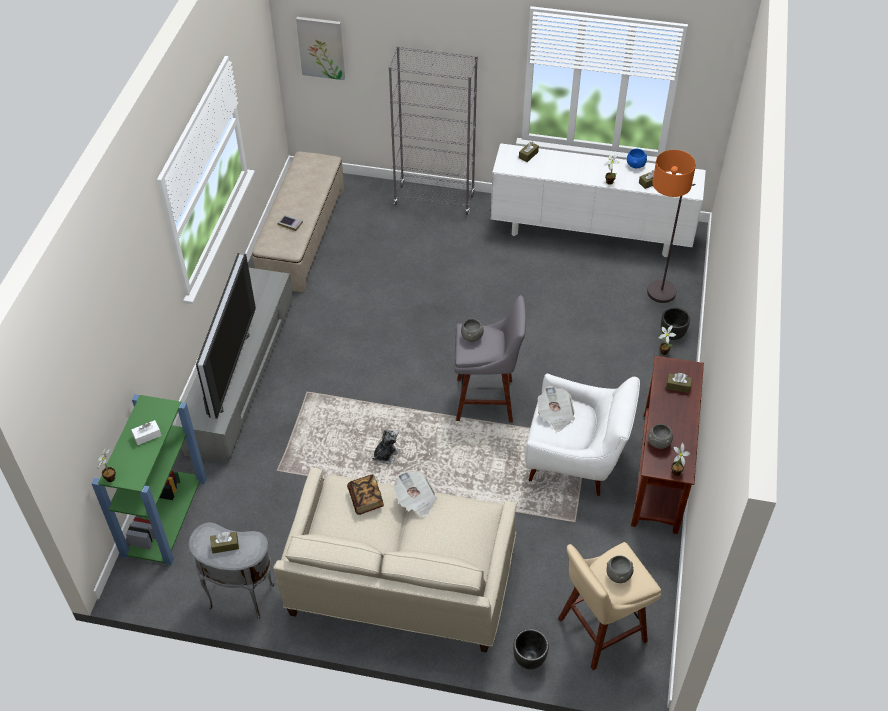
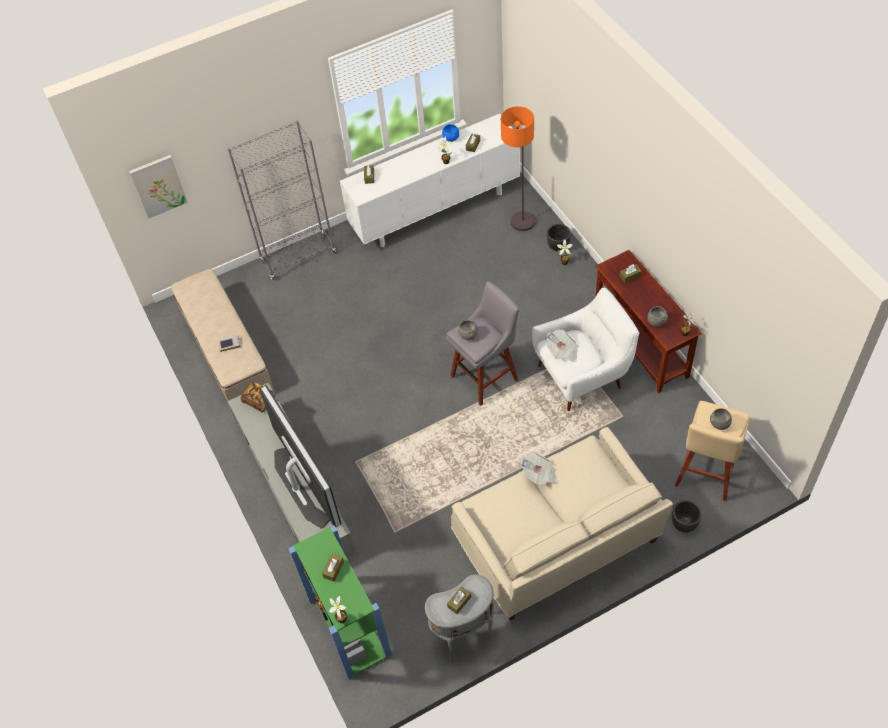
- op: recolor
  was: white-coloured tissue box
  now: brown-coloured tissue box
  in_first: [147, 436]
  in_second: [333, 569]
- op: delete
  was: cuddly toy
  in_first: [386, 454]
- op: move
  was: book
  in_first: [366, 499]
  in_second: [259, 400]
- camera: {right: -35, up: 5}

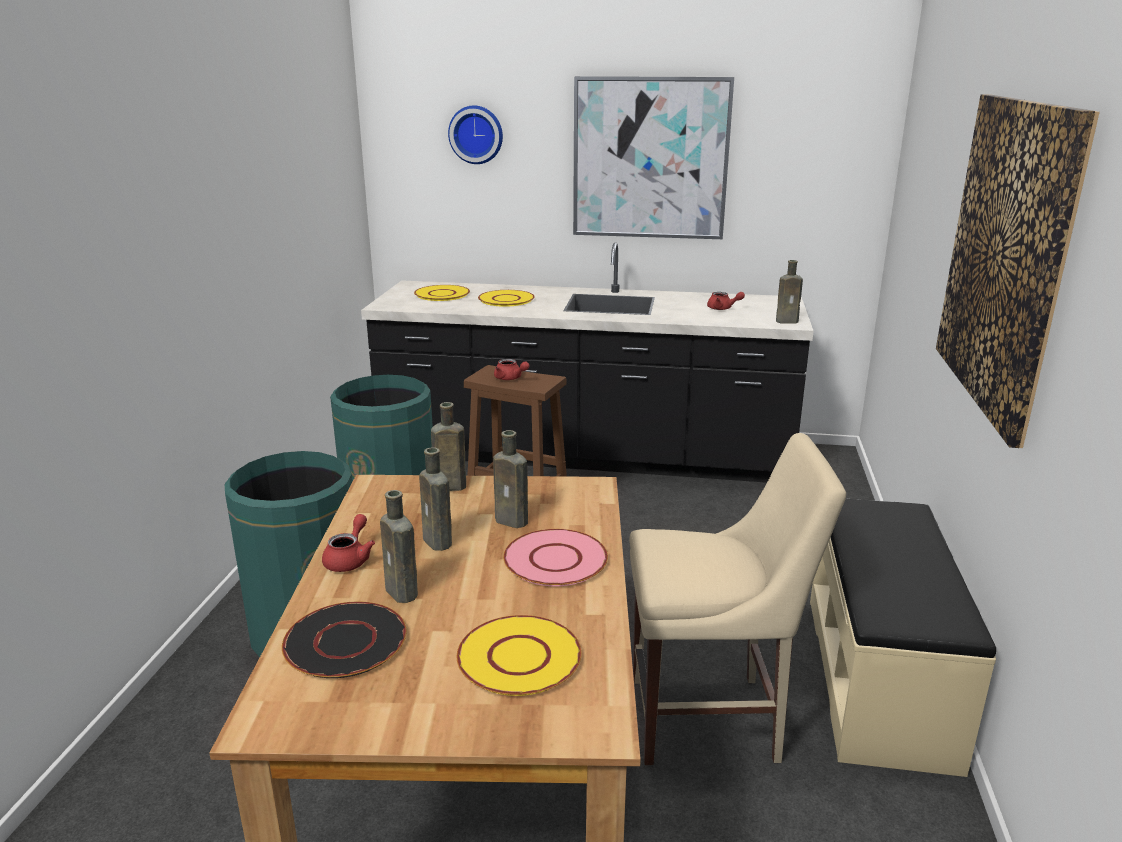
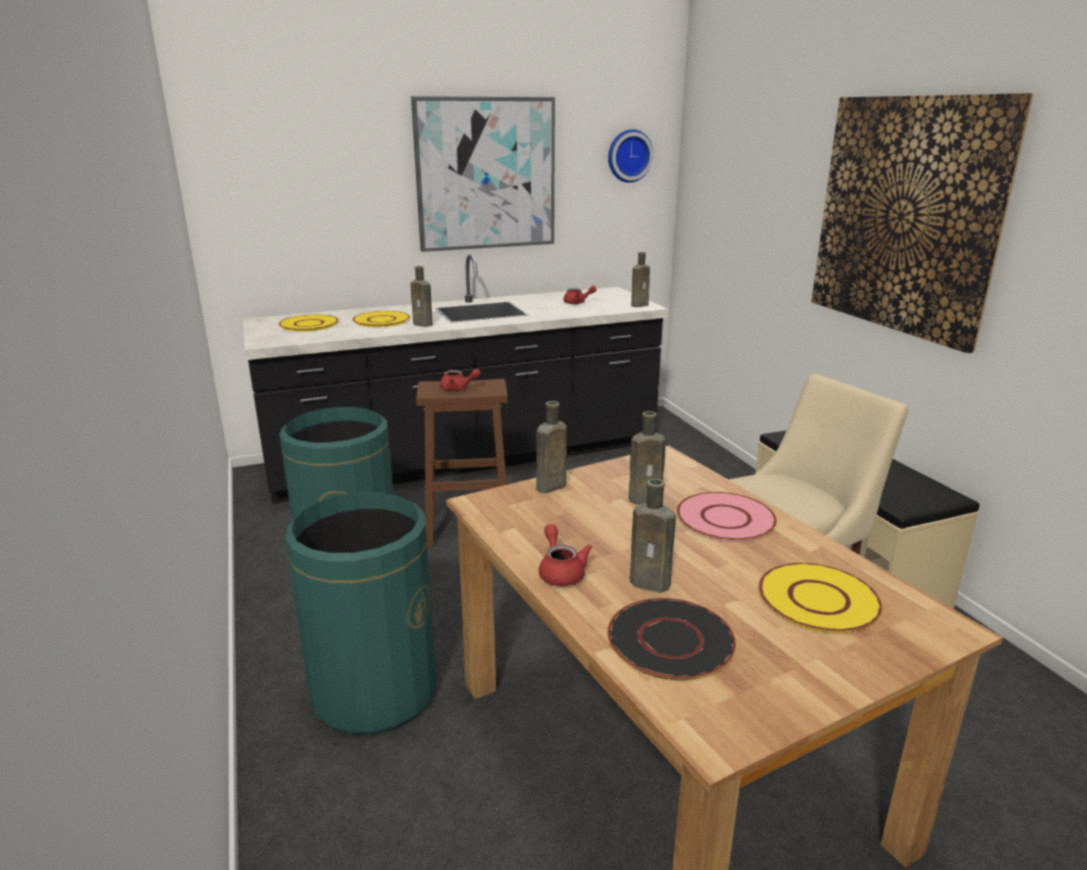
- op: move
  was: wall clock
  in_first: [476, 134]
  in_second: [628, 156]
- op: move
  was: brown-coloured bottle
  in_first: [438, 543]
  in_second: [424, 324]
- camera: {right: -30, up: 0}

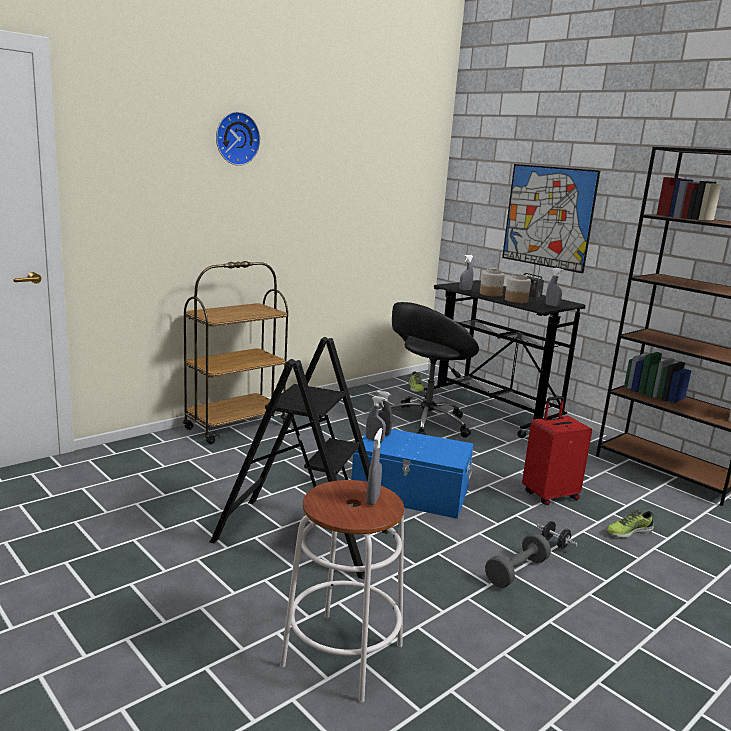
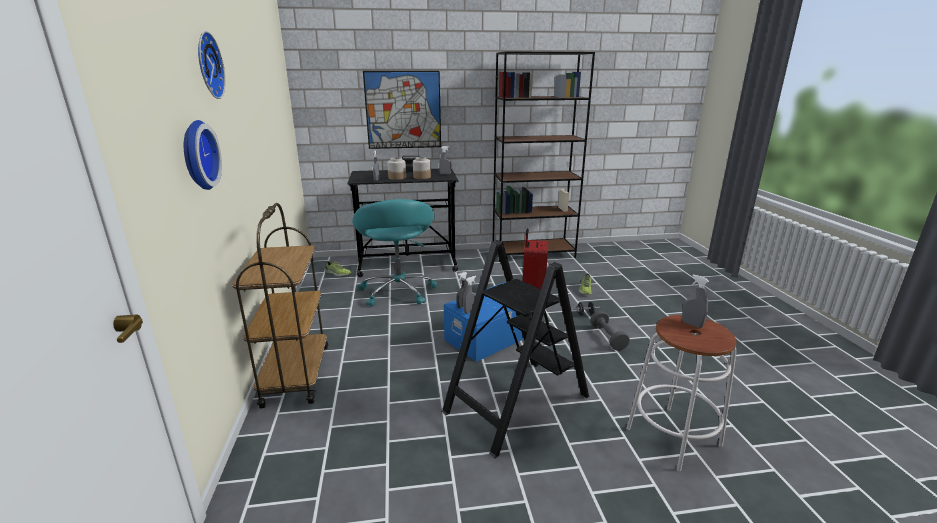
- op: recolor
  was: black-coloured office chair
  now: blue-green office chair
  in_first: [424, 424]
  in_second: [398, 293]
- op: insert
  now: wall clock
  in_second: [196, 155]
- camera: {right: -55, up: 5}

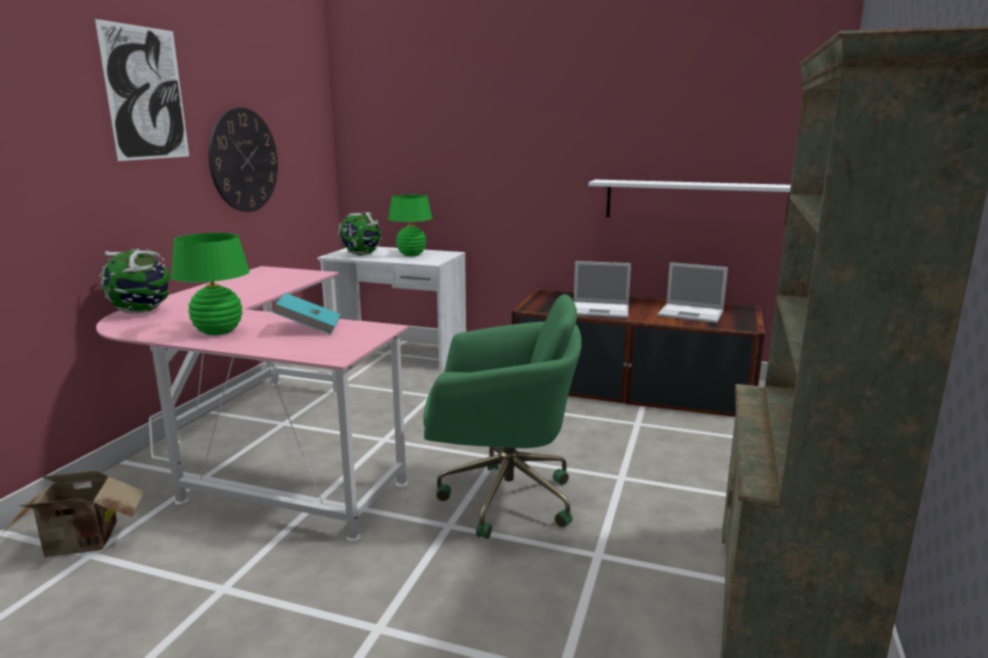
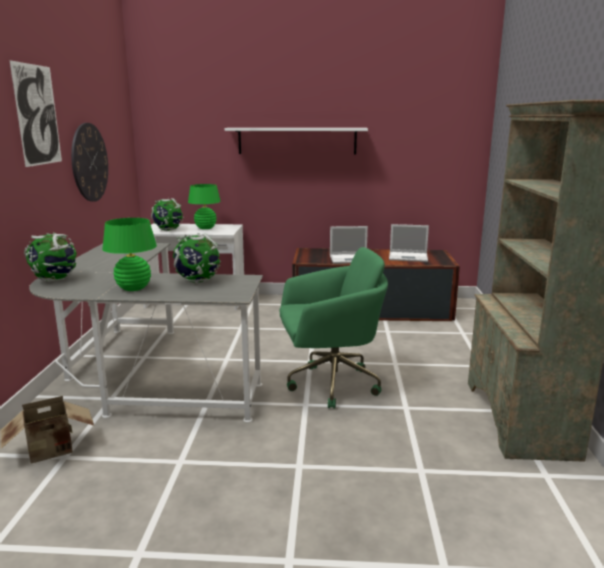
- op: move
  was: white-coloured bracket shelf
  in_first: [695, 201]
  in_second: [297, 141]
- op: recolor
  was: pink-coloured desk
  now: greyish desk
  in_first: [263, 452]
  in_second: [144, 377]
- op: replace
  was: blue-green book
  now: world globe
  in_first: [309, 328]
  in_second: [197, 281]
- camera: {right: -15, up: 0}

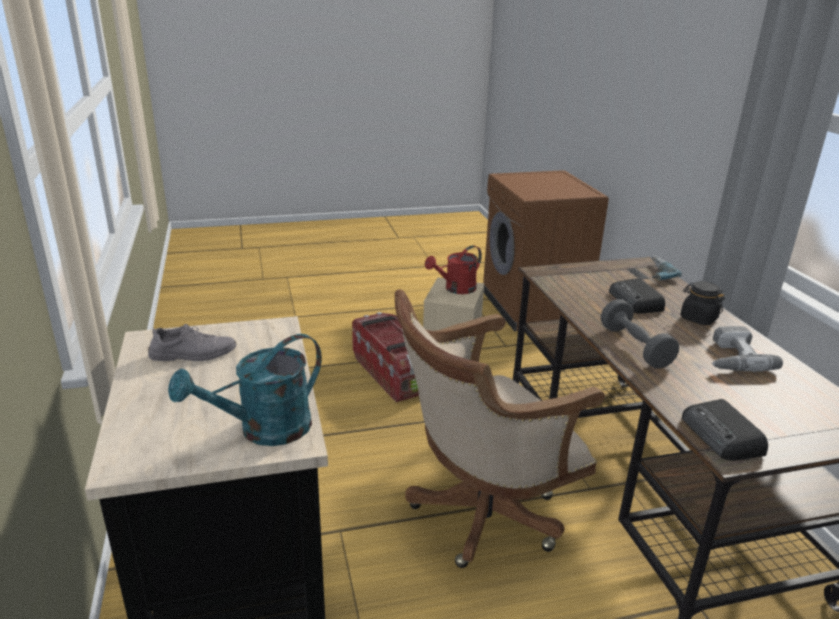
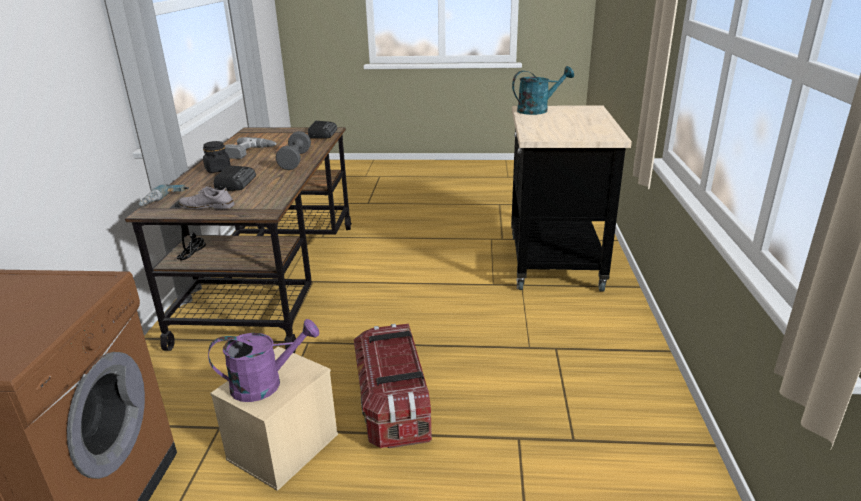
- op: recolor
  was: red watering pot
  now: purple-coloured watering pot
  in_first: [456, 289]
  in_second: [266, 384]
- op: delete
  was: office chair
  in_first: [479, 518]
- op: move
  was: greyish low shoe
  in_first: [193, 354]
  in_second: [207, 206]
- camera: {right: -160, up: 0}

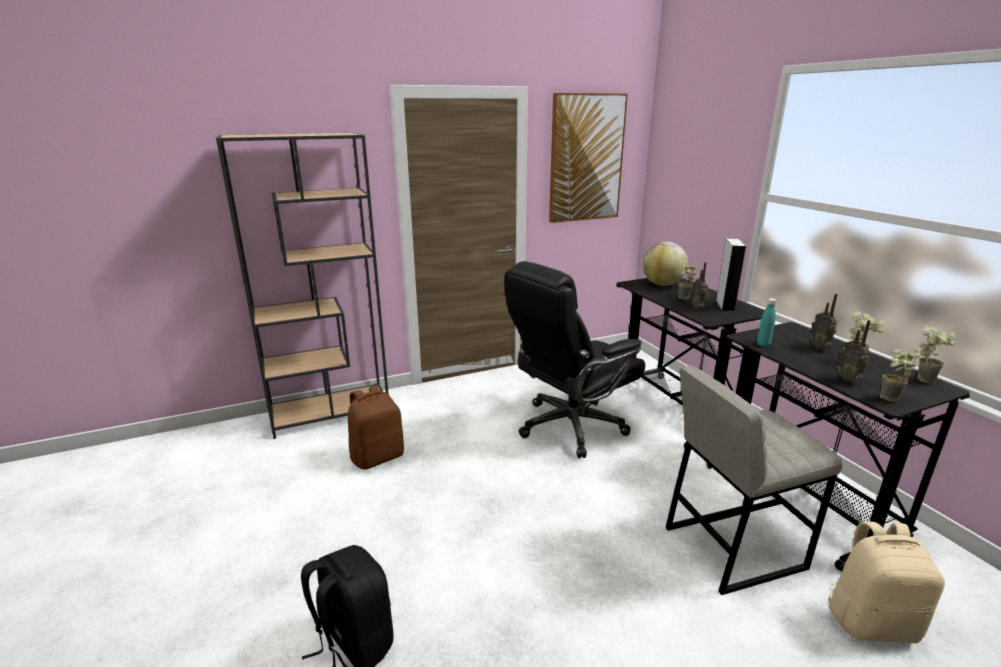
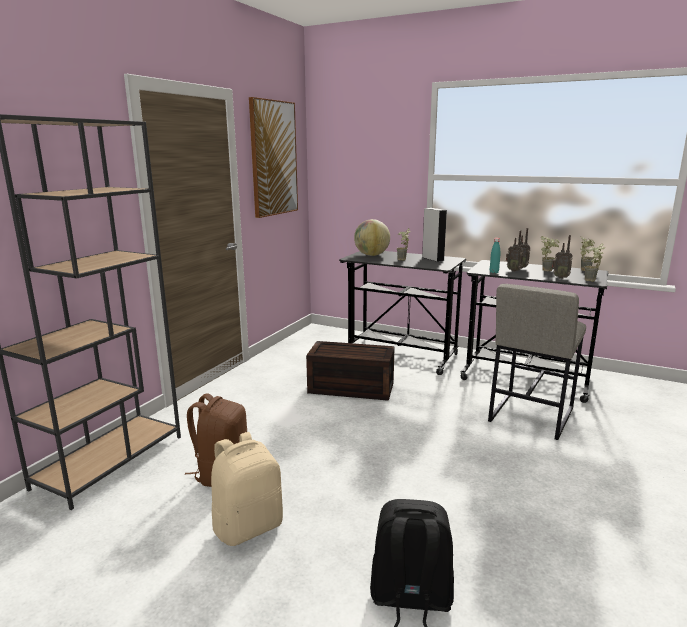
- op: replace
  was: black-coloured office chair
  now: brown-coloured storage container
  in_first: [571, 426]
  in_second: [349, 388]
- op: move
  was: radio set
  in_first: [698, 308]
  in_second: [513, 270]
- op: move
  was: sand-coloured rucksack
  in_first: [871, 621]
  in_second: [248, 526]
- camera: {right: -40, up: -5}

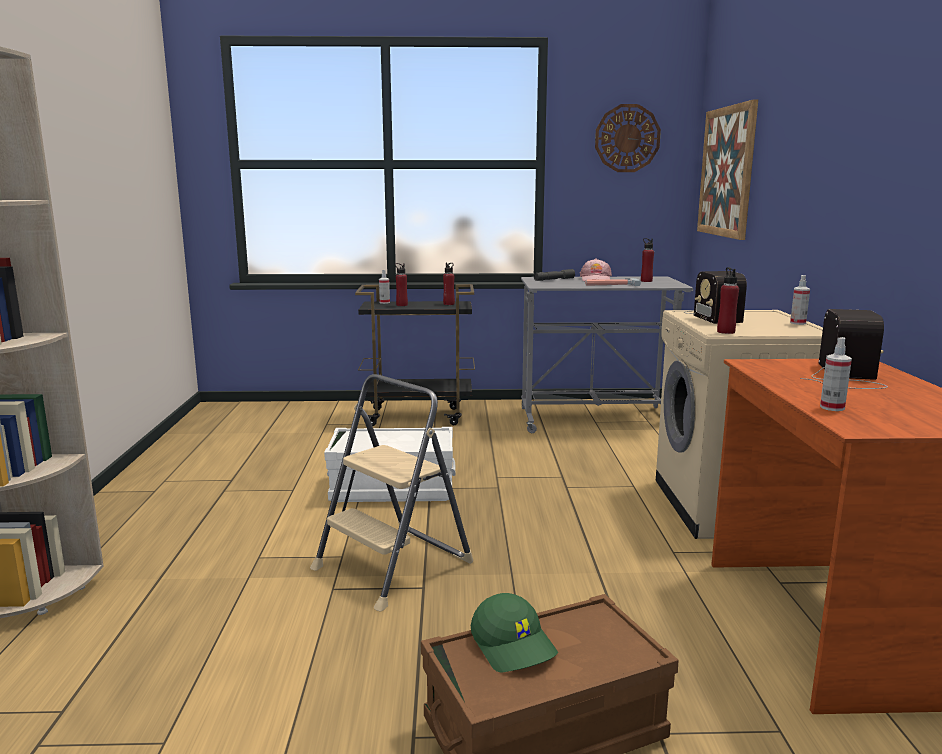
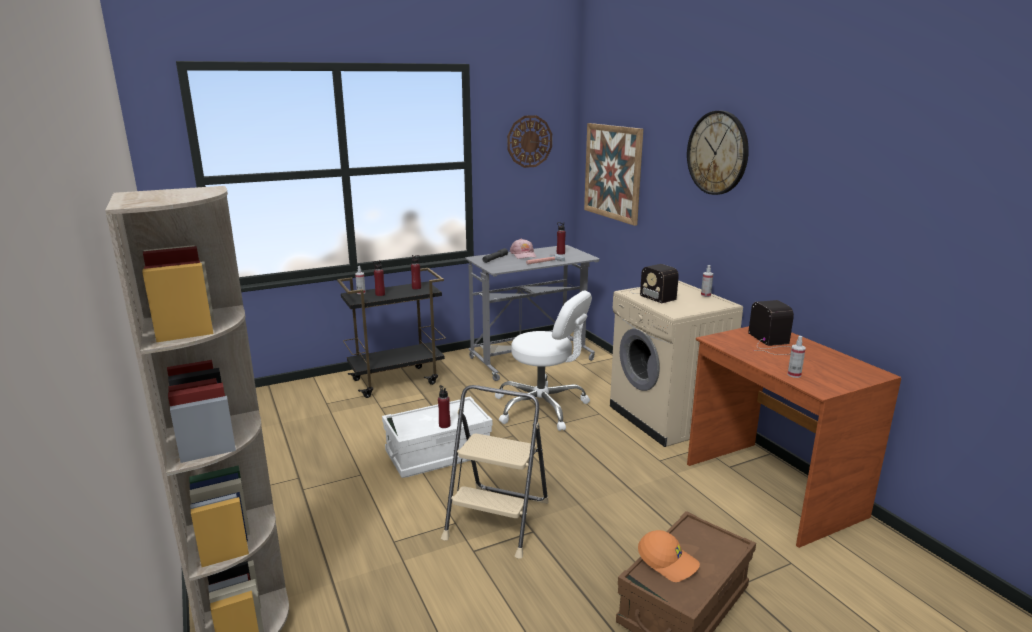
- op: move
  was: red bottle
  in_first: [725, 332]
  in_second: [444, 425]
- op: recolor
  was: green-coloured peaked cap
  now: orangey peaked cap
  in_first: [514, 645]
  in_second: [668, 561]
- op: insert
  now: wall clock
  in_second: [717, 153]
- op: insert
  now: white-coloured office chair
  in_second: [545, 409]
- camera: {right: -25, up: 5}

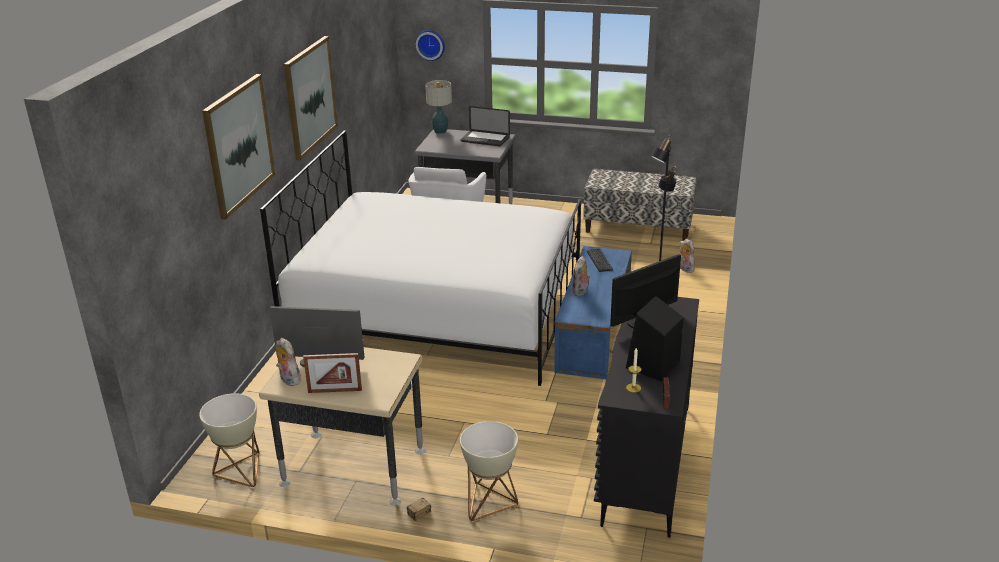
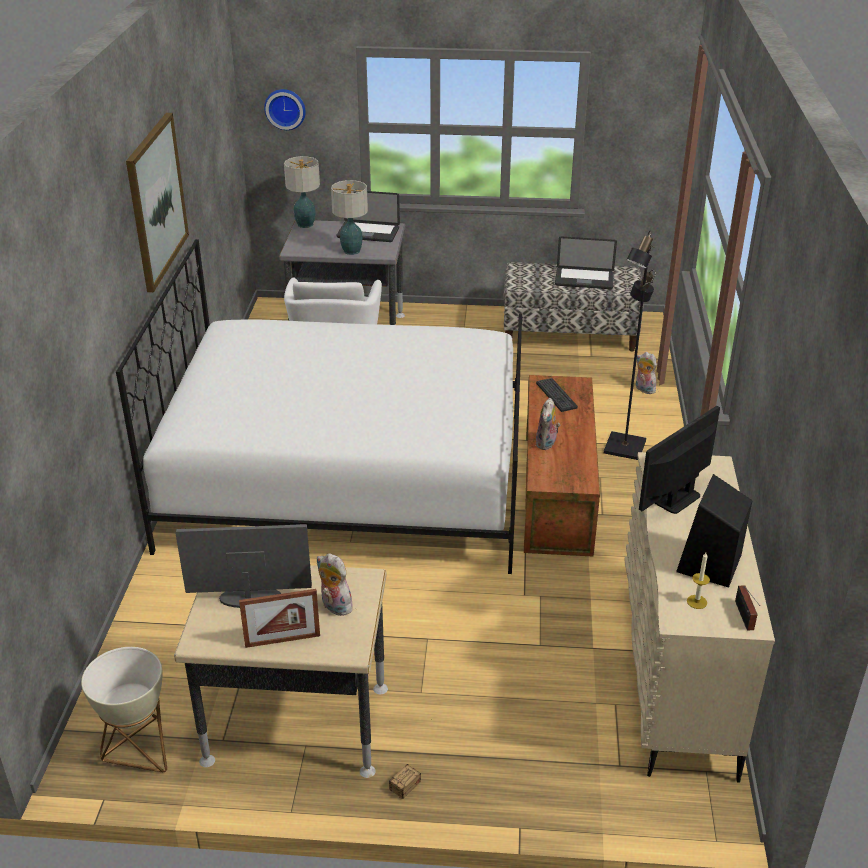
- op: delete
  was: picture
  in_first: [239, 145]
- op: recolor
  was: blue bench
  now: brown-coloured bench
  in_first: [592, 332]
  in_second: [555, 488]
- op: recolor
  was: black-coloured dresser
  now: sand-coloured dresser
  in_first: [645, 463]
  in_second: [676, 674]
- op: move
  was: cuddly toy
  in_first: [288, 380]
  in_second: [334, 606]
- op: delete
  was: flower pot
  in_first: [490, 503]
- op: insert
  now: tabletop lamp
  in_second: [352, 251]
- op: insert
  now: laptop
  in_second: [584, 280]
- camera: {right: -10, up: 5}

